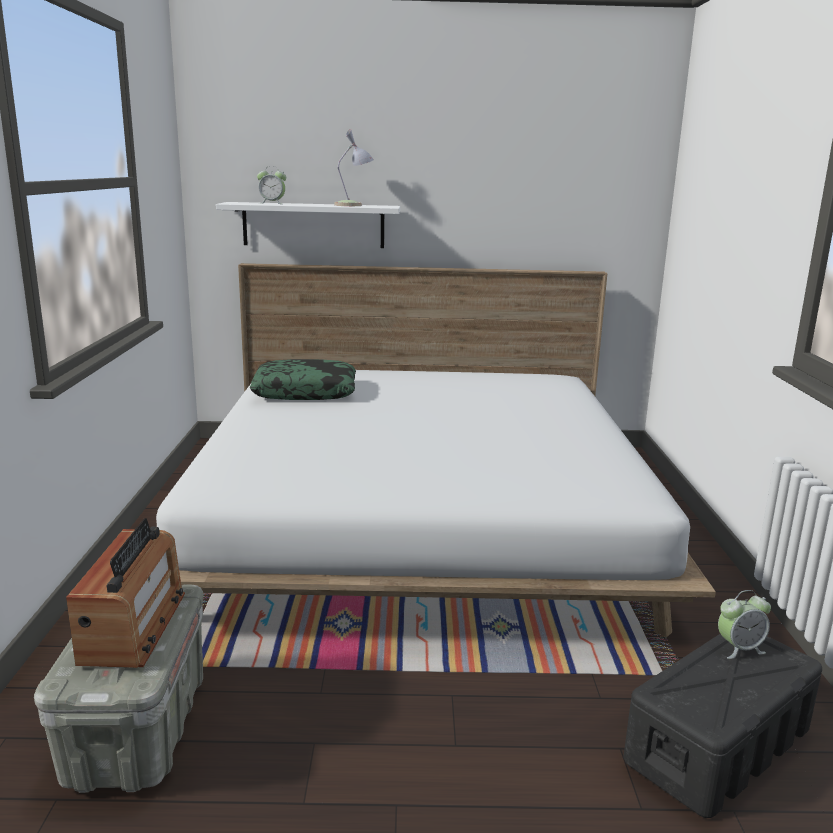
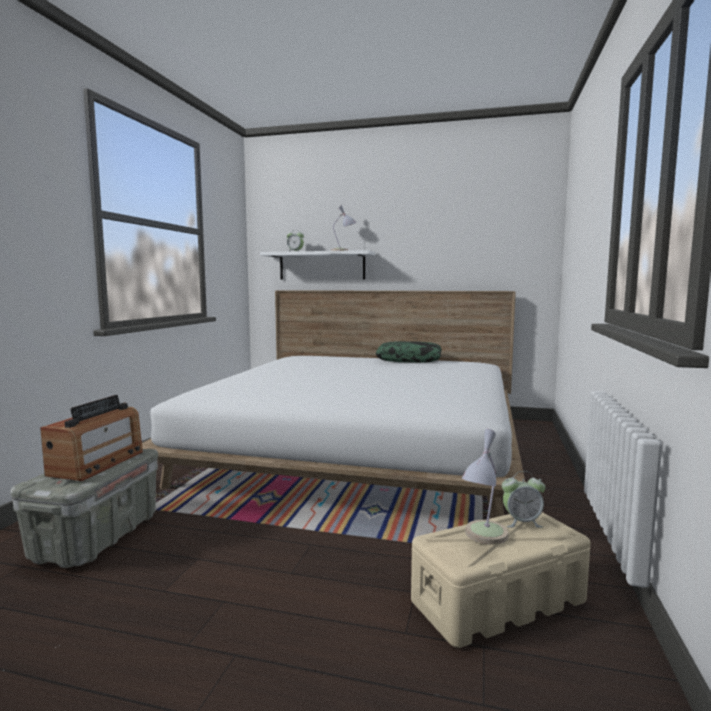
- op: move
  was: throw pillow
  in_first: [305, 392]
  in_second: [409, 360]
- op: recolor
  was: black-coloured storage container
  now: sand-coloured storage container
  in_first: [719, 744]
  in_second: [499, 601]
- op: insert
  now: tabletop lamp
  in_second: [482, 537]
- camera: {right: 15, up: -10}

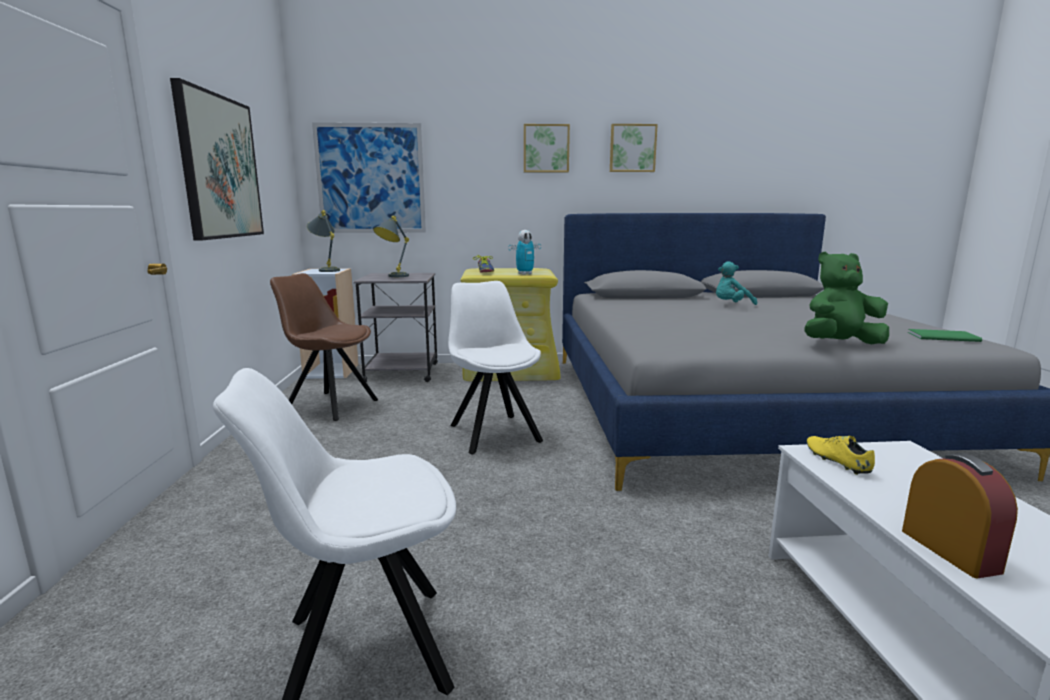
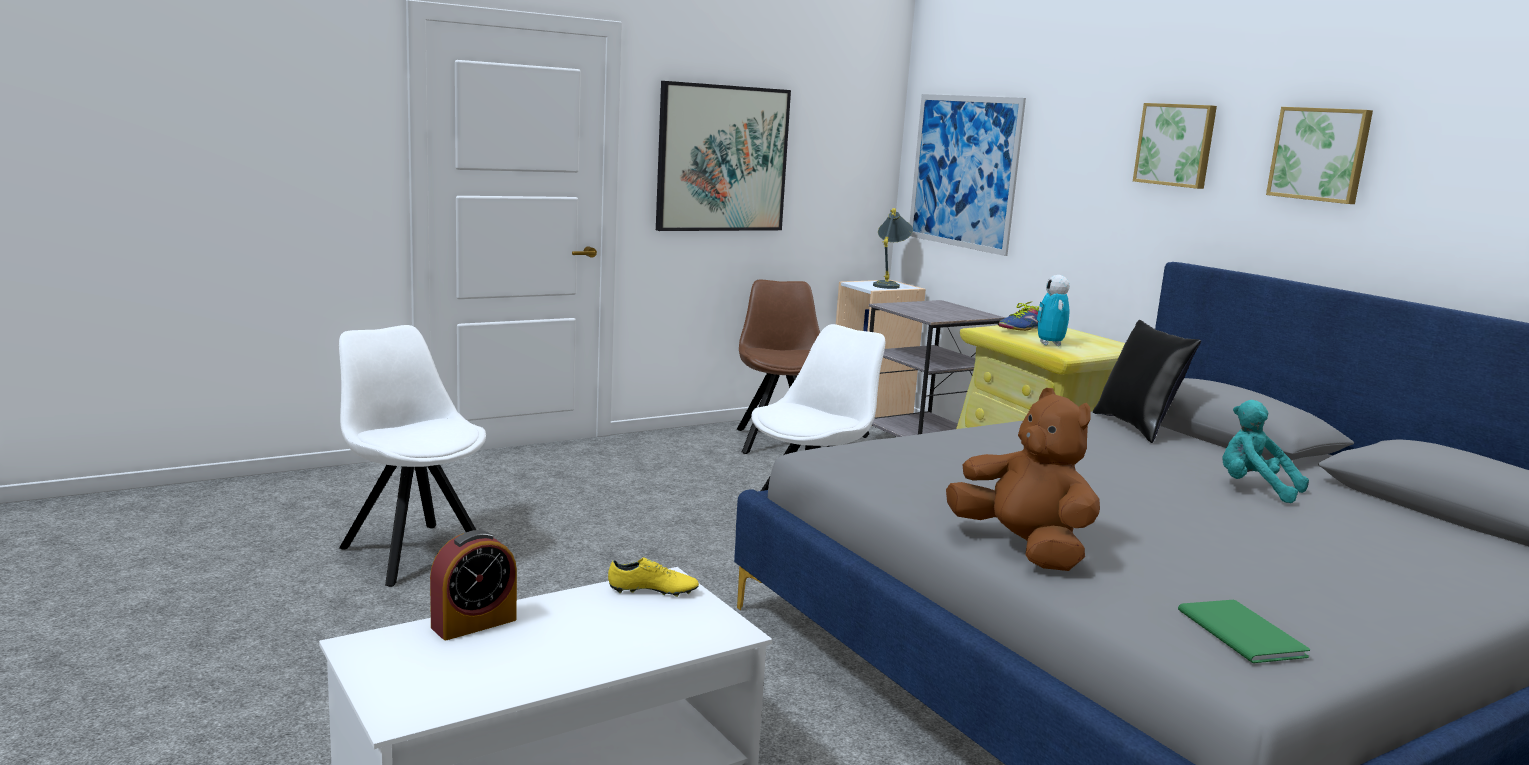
- op: delete
  was: greyish tabletop lamp
  in_first: [393, 277]
- op: rotate
  was: robot figure
  in_first: [525, 273]
  in_second: [1050, 344]
  clockwise: 60
- op: recolor
  was: green-coloured cuddly toy
  now: brown-coloured cuddly toy
  in_first: [840, 344]
  in_second: [1022, 548]
- op: rotate
  was: yellow-coloured low shoe
  in_first: [837, 461]
  in_second: [653, 591]
  clockwise: 45
- op: insert
  now: black-coloured throw pillow
  in_second: [1137, 428]
- camera: {right: 60, up: 0}

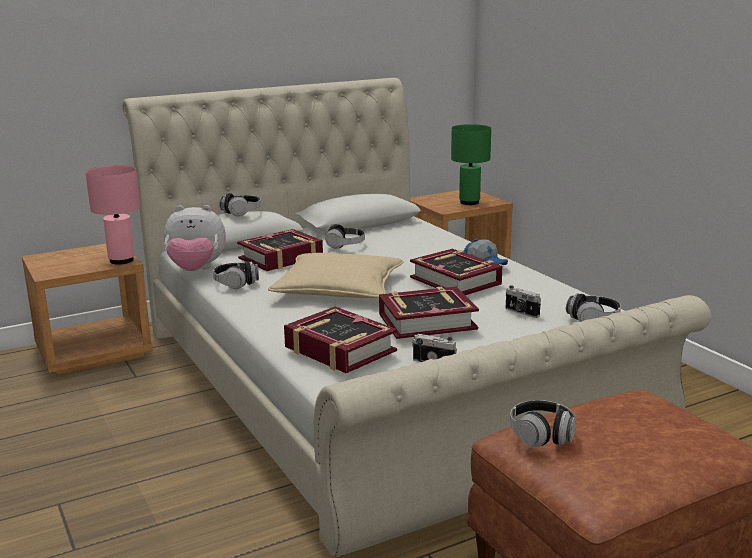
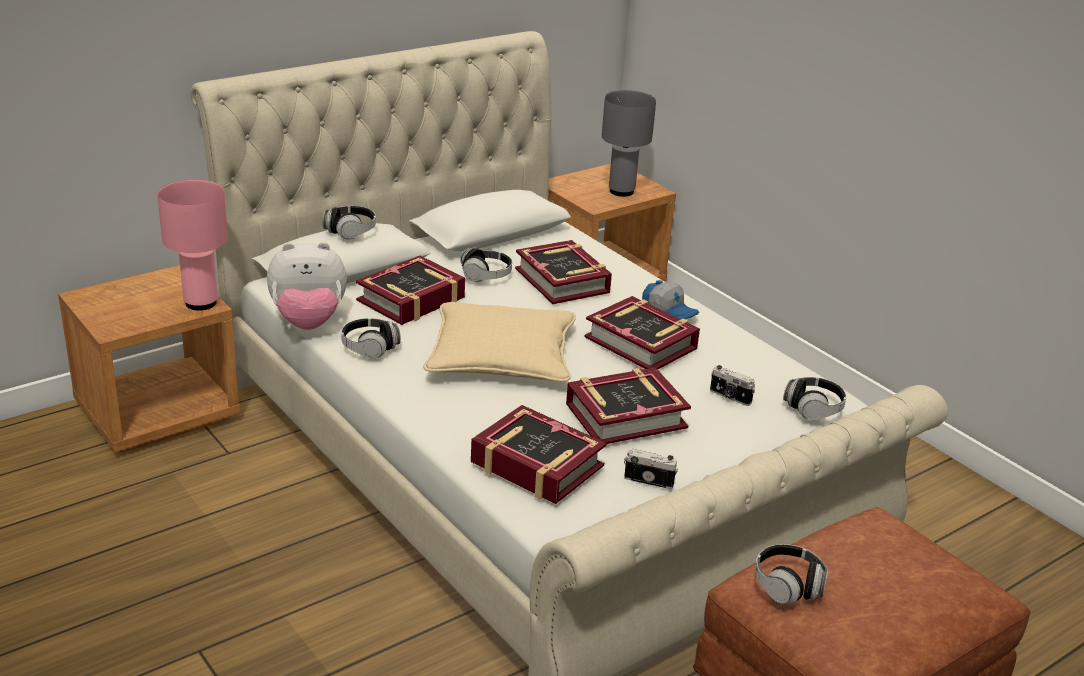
- op: recolor
  was: green-coloured tabletop lamp
  now: greyish tabletop lamp
  in_first: [470, 202]
  in_second: [622, 191]
- op: insert
  now: book
  in_second: [562, 281]
- camera: {right: -10, up: 10}

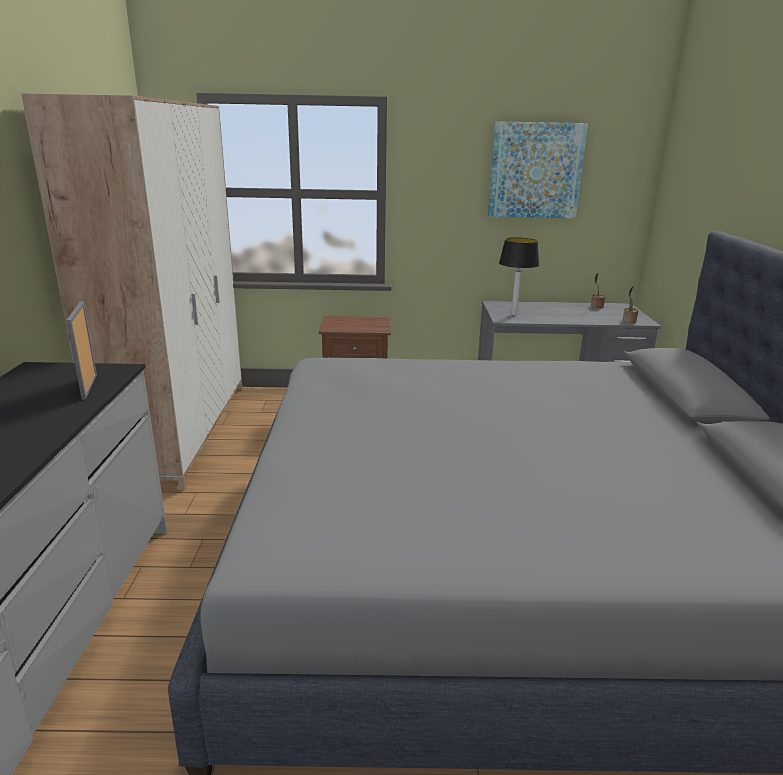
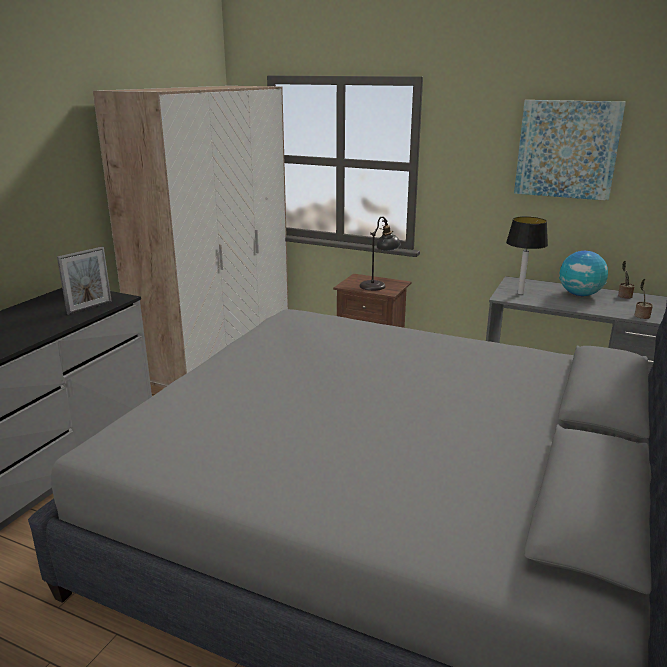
- op: rotate
  was: picture frame
  in_first: [89, 386]
  in_second: [89, 307]
  clockwise: -150
- op: insert
  now: greyish tabletop lamp
  in_second: [378, 283]
- op: insert
  now: world globe
  in_second: [580, 294]
- camera: {right: 25, up: 0}

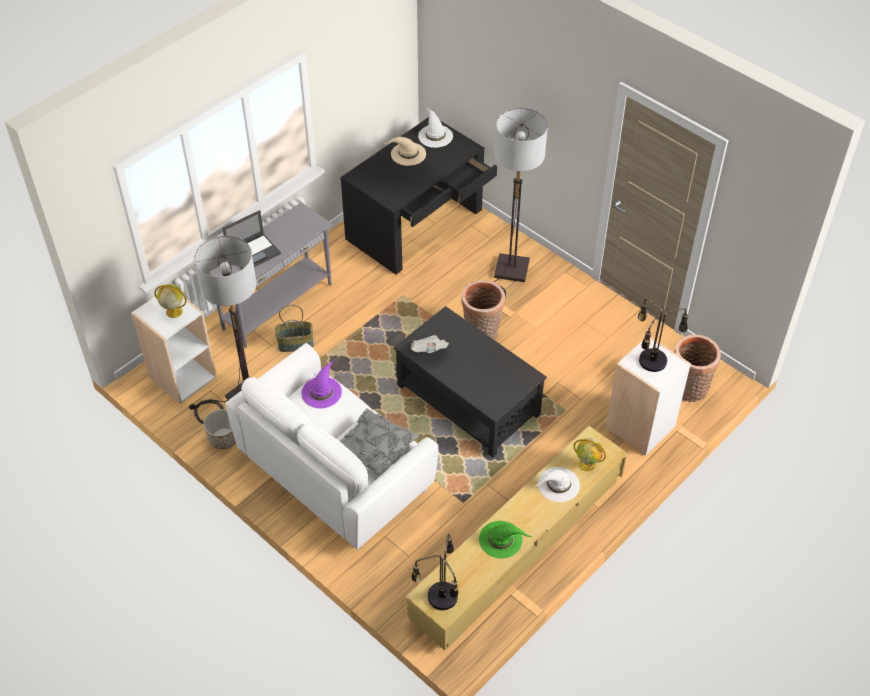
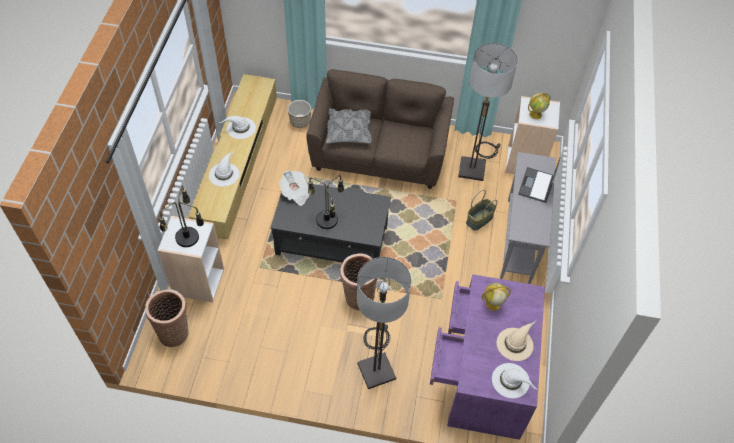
- op: recolor
  was: black-coloured desk
  now: purple-coloured desk
  in_first: [420, 227]
  in_second: [481, 374]
- op: move
  was: newspaper
  in_first: [429, 351]
  in_second: [296, 193]
- op: recolor
  was: white-coloured sofa
  now: brown-coloured sofa
  in_first: [335, 471]
  in_second: [380, 154]
- op: delete
  was: purple-coloured wearable hat
  in_first: [321, 391]
- op: move
  was: flower pot
  in_first: [223, 439]
  in_second: [300, 121]
- op: move
  was: world globe
  in_first: [587, 464]
  in_second: [492, 304]
- op: recolor
  was: green-coloured wearable hat
  now: white-coloured wearable hat
  in_first: [501, 539]
  in_second: [240, 128]
- op: move
  was: tabletop lamp
  in_first: [442, 596]
  in_second: [327, 220]
- camera: {right: 145, up: 5}

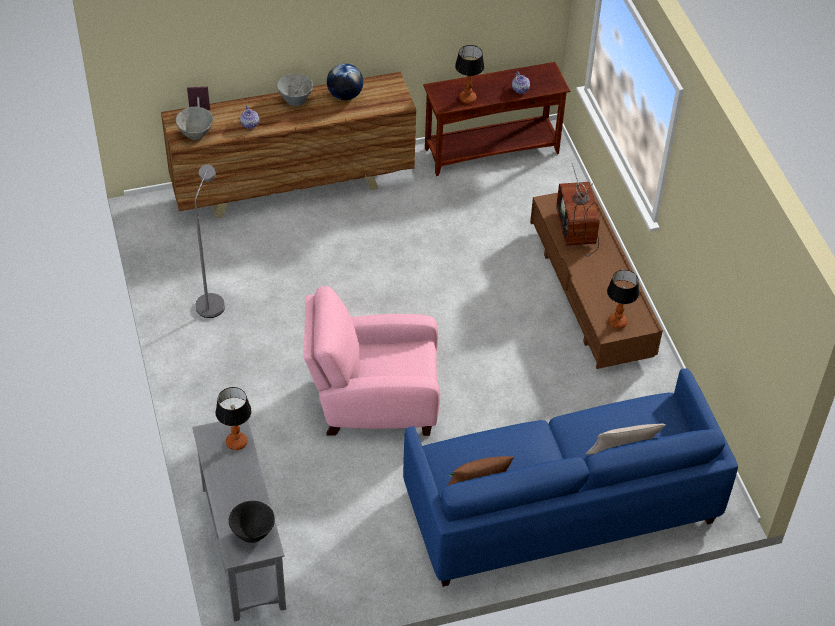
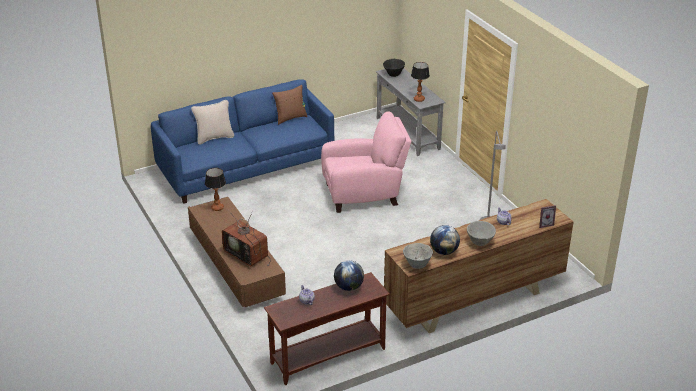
- op: replace
  was: tabletop lamp
  now: world globe
  in_first: [468, 98]
  in_second: [348, 287]
- op: move
  was: greyish deep dish
  in_first: [196, 135]
  in_second: [417, 264]
- op: rotate
  was: television
  in_first: [578, 230]
  in_second: [248, 255]
  clockwise: 150
- camera: {right: 170, up: -15}

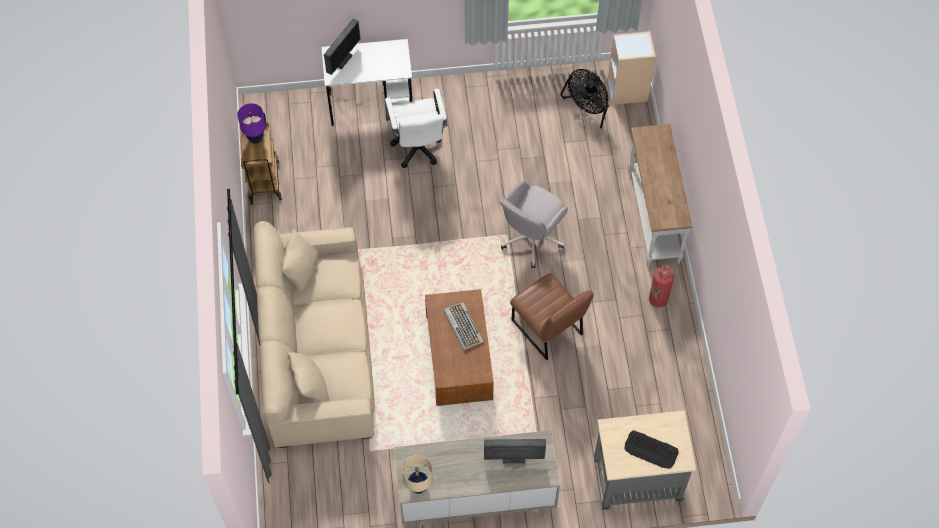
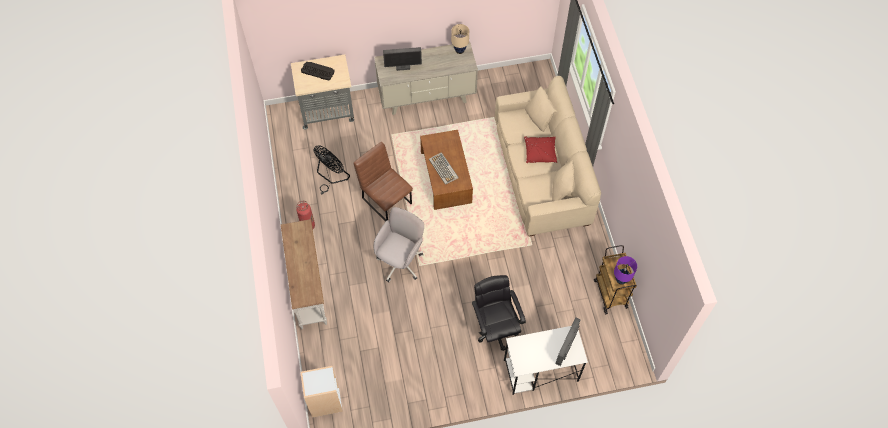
- op: move
  was: black-coloured electric fan
  in_first: [588, 105]
  in_second: [329, 175]
- op: recolor
  was: white-coloured office chair
  now: black-coloured office chair
  in_first: [418, 151]
  in_second: [494, 329]
- op: insert
  now: red throw pillow
  in_second: [540, 152]
- camera: {right: 175, up: 0}

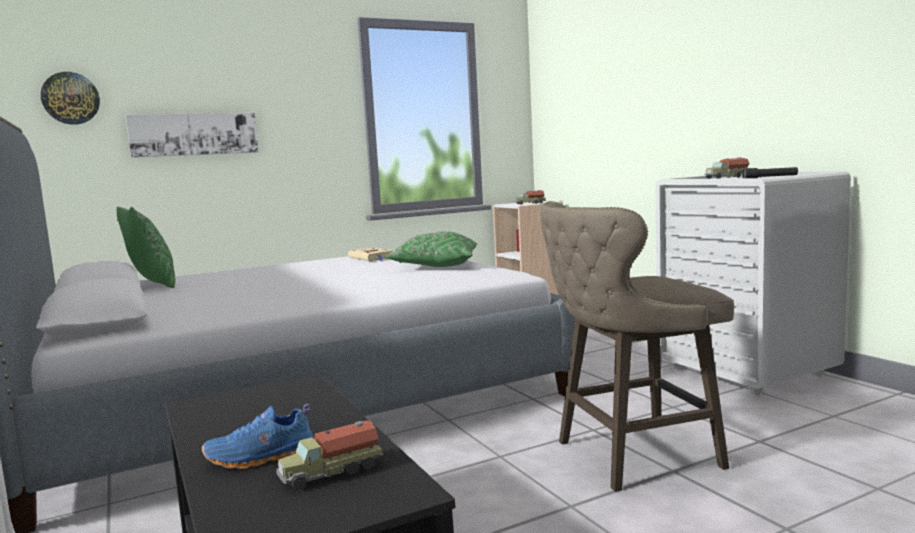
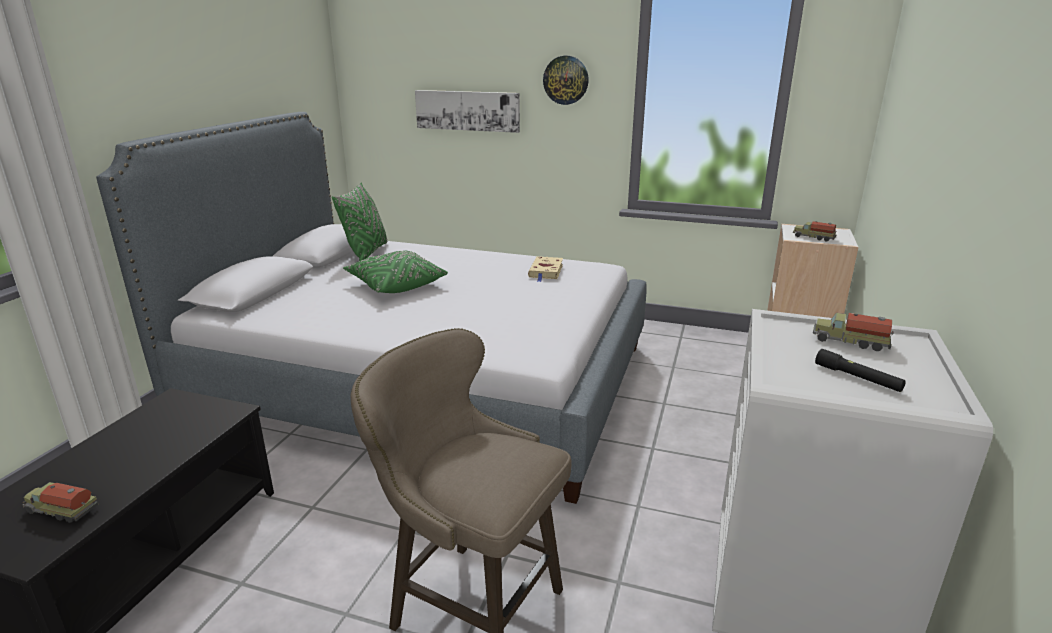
- op: move
  was: wall clock
  in_first: [70, 98]
  in_second: [566, 80]
- op: move
  was: green-coloured throw pillow
  in_first: [434, 266]
  in_second: [395, 285]
- op: delete
  was: blue low shoe
  in_first: [261, 458]
- camera: {right: 45, up: 15}

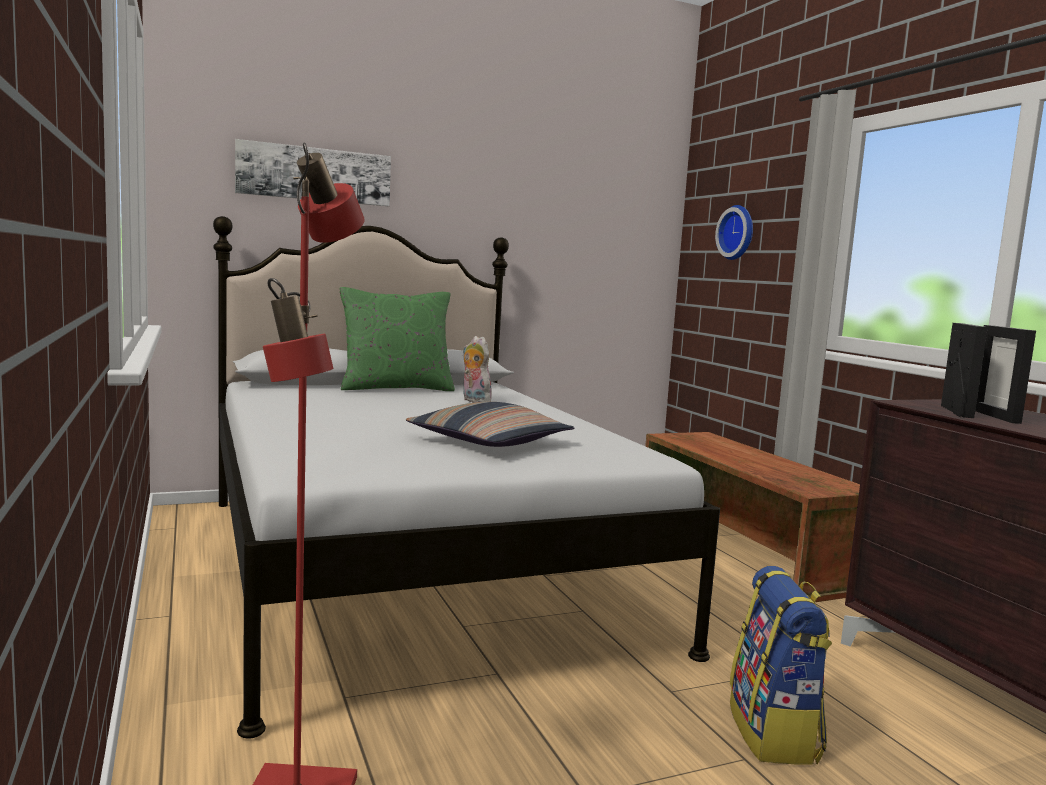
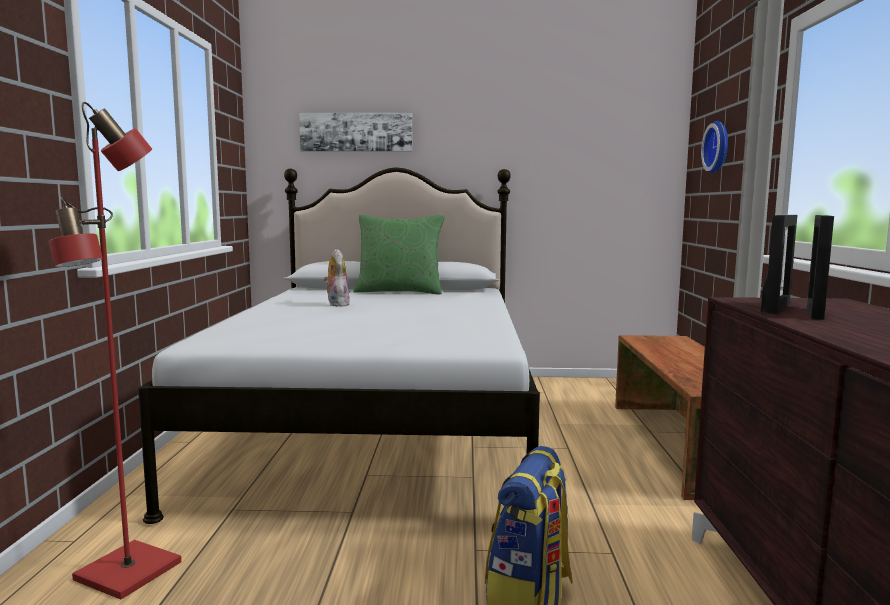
- op: move
  was: cuddly toy
  in_first: [474, 401]
  in_second: [336, 304]
- op: delete
  was: throw pillow
  in_first: [489, 442]
- camera: {right: 25, up: 0}

